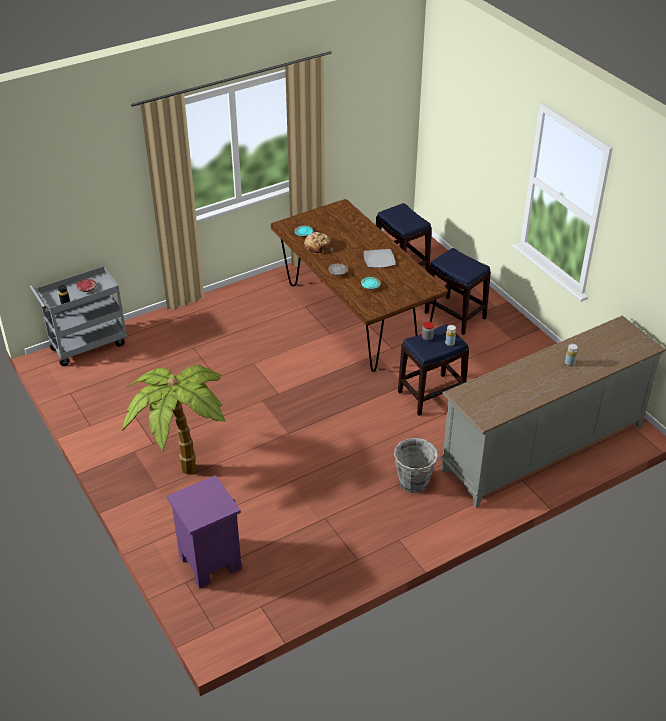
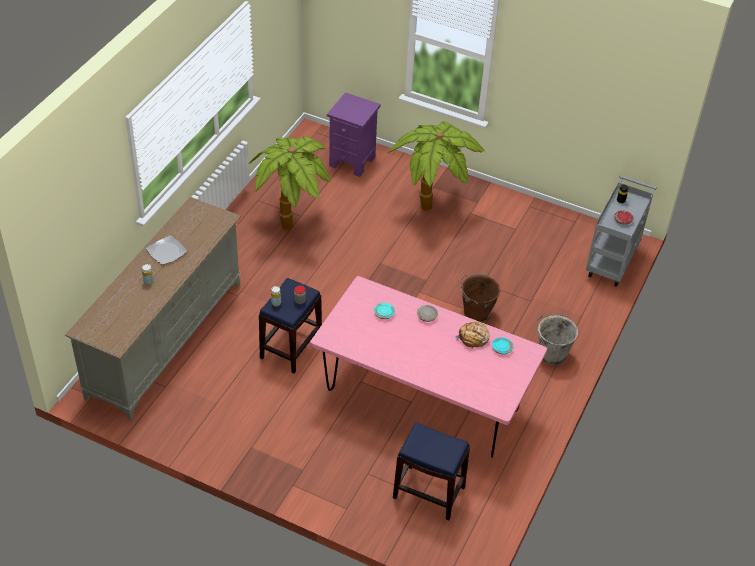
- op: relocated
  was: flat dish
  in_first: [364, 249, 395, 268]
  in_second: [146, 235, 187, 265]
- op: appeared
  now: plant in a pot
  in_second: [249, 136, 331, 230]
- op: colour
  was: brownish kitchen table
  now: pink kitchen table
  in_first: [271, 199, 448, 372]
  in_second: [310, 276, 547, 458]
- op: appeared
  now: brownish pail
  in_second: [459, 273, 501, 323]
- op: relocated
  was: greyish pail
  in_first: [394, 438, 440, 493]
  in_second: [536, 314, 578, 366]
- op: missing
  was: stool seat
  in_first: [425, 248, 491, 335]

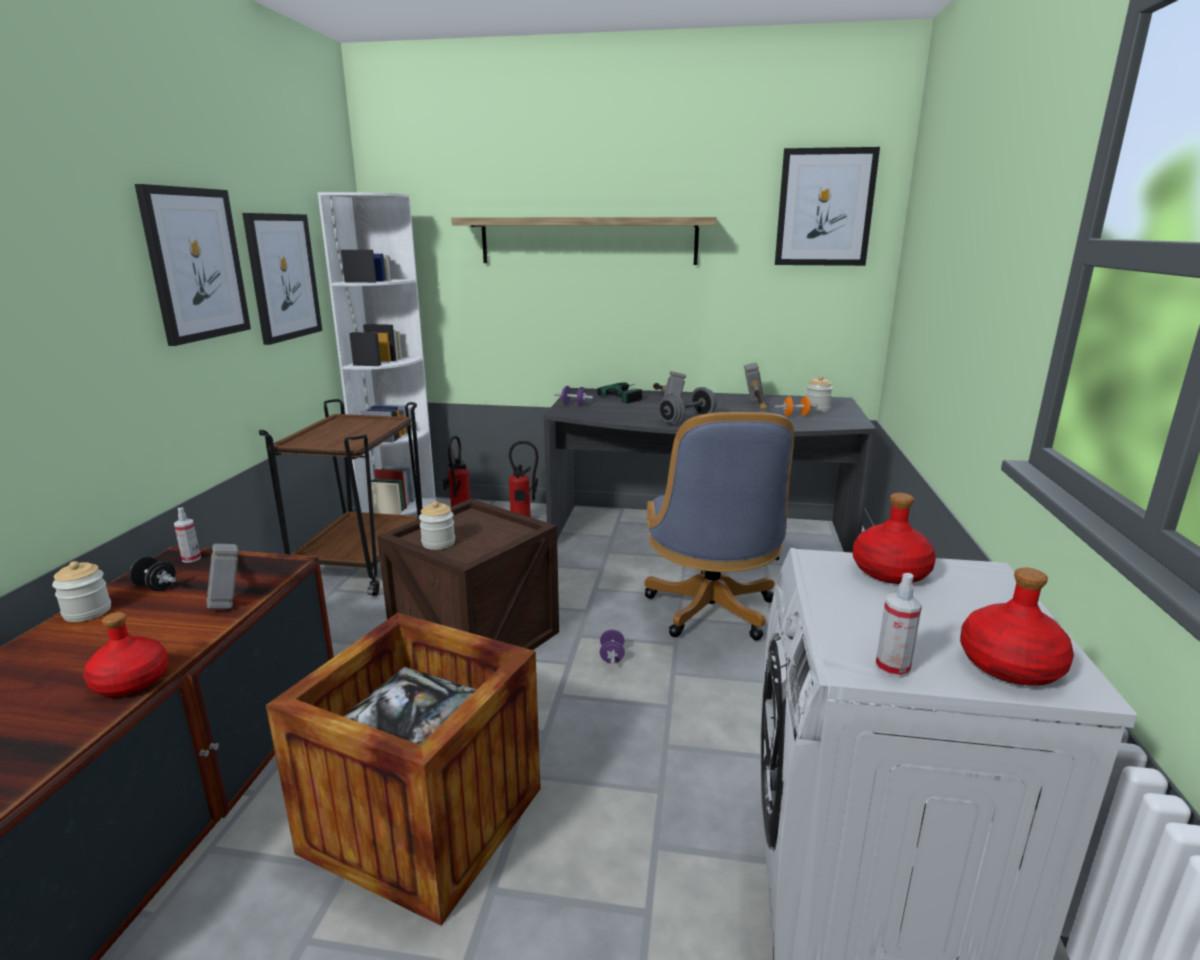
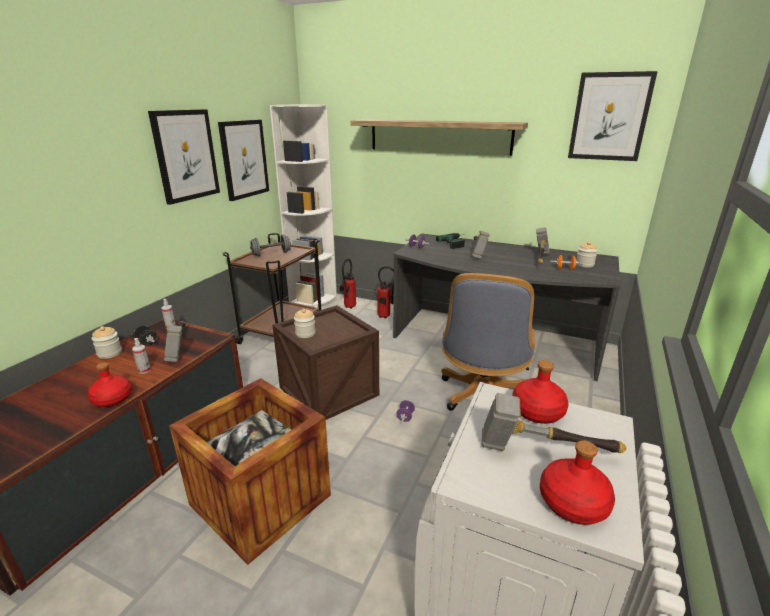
- op: relocated
  was: sprayer
  in_first: [875, 573, 922, 678]
  in_second: [132, 338, 151, 374]
- op: relocated
  was: greyish free weight
  in_first: [658, 387, 717, 425]
  in_second: [250, 234, 291, 257]
- op: appeared
  now: tool hammer
  in_second: [482, 393, 627, 453]

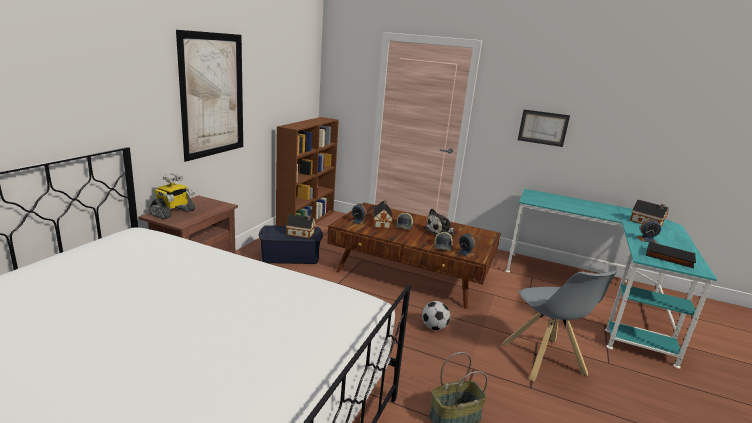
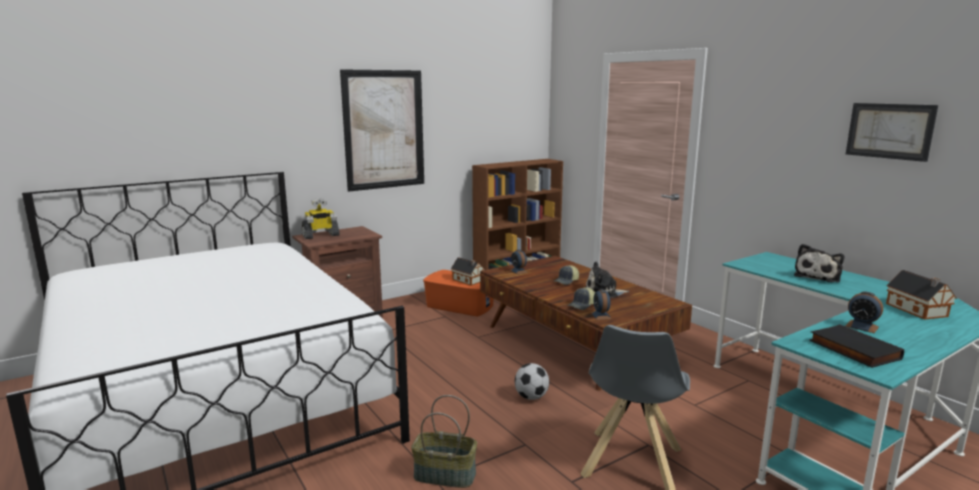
- op: colour
  was: blue storage box
  now: orange-coloured storage box
  in_first: [259, 225, 323, 264]
  in_second: [423, 270, 494, 316]
- op: appeared
  now: plush toy
  in_second: [794, 244, 844, 282]
- op: relocated
  was: wall picture
  in_first: [518, 109, 570, 147]
  in_second: [846, 103, 938, 162]
- op: missing
  was: model house
  in_first: [373, 200, 393, 229]

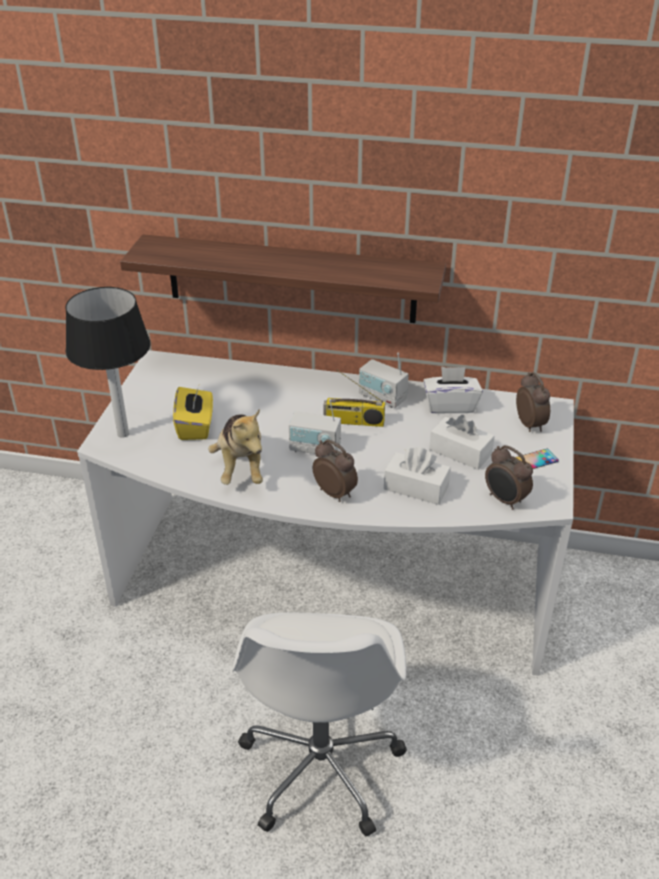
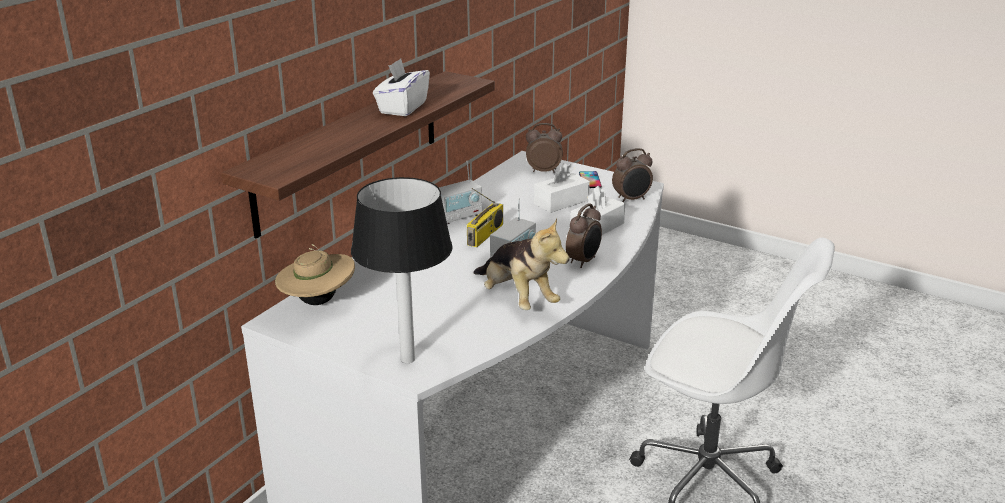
- op: appeared
  now: sand-coloured clothing hat
  in_second: [275, 244, 355, 305]
- op: relocated
  was: whitish box of tissues
  in_first: [423, 367, 483, 414]
  in_second: [373, 58, 430, 116]
- op: spun
  was: plush toy
  in_first: [208, 409, 263, 485]
  in_second: [473, 218, 570, 310]
  clockwise: 45
- op: spun
  was: table clock
  in_first: [313, 439, 358, 502]
  in_second: [566, 203, 602, 268]
  clockwise: 150
- op: missing
  was: yellow-coloured box of tissues
  in_first: [173, 386, 213, 440]

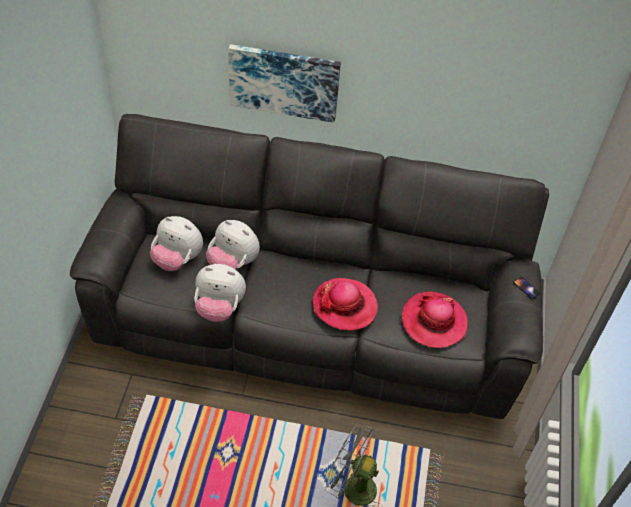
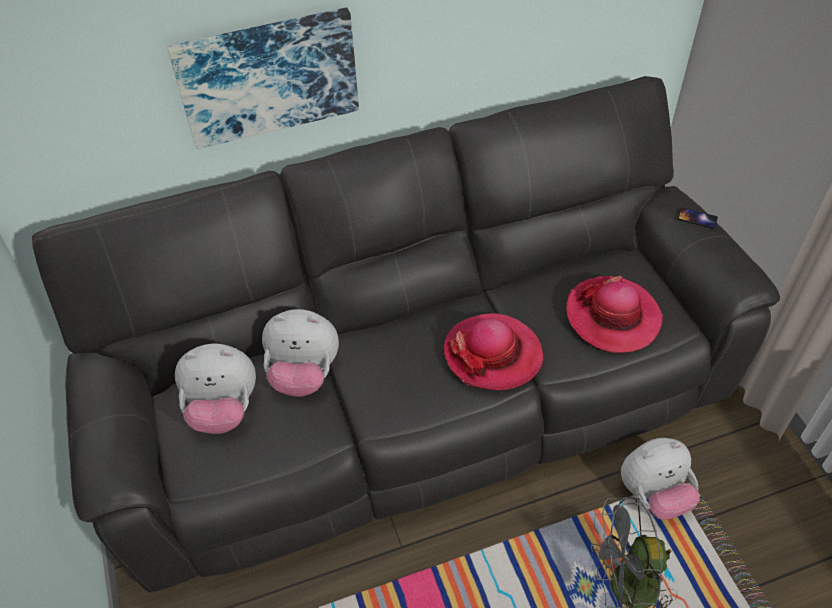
- op: relocated
  was: plush toy
  in_first: [194, 264, 246, 322]
  in_second: [621, 438, 700, 520]

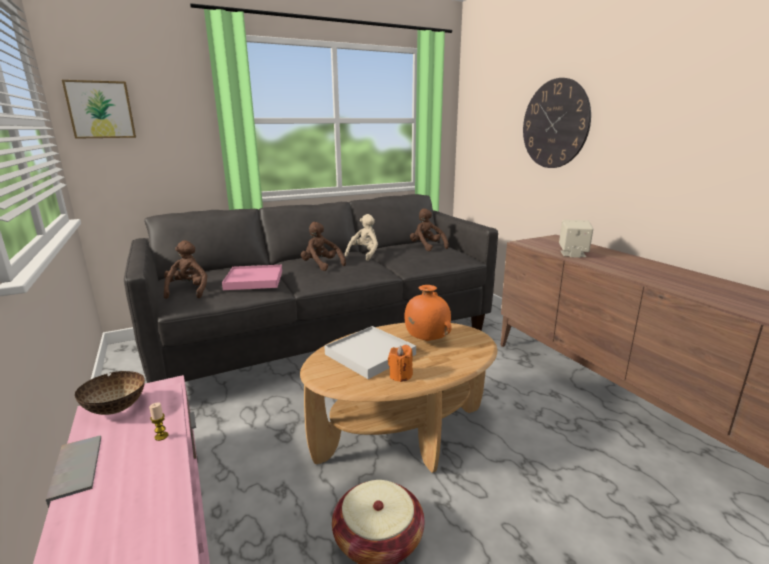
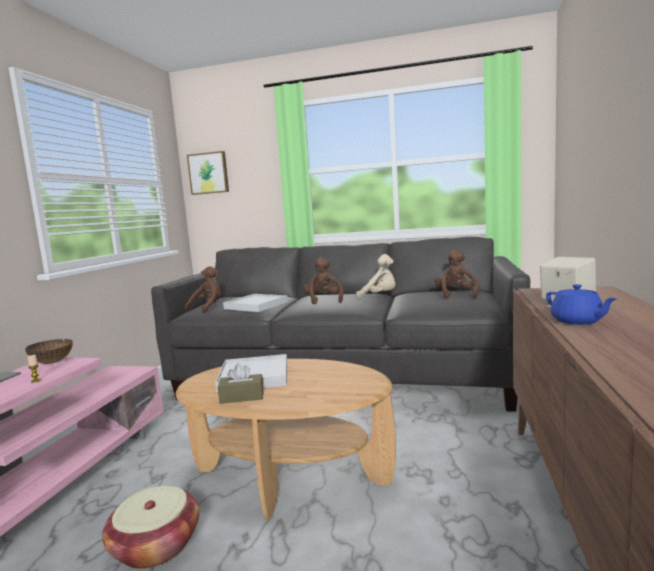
- op: exchanged
  was: orange-coloured wax candle
  now: brownish box of tissues
  in_first: [388, 345, 413, 382]
  in_second: [218, 363, 264, 404]
- op: colour
  was: pink tray
  now: whitish tray
  in_first: [222, 265, 282, 290]
  in_second: [223, 294, 288, 312]
- op: spun
  was: sand-coloured plush toy
  in_first: [345, 214, 378, 261]
  in_second: [356, 254, 396, 299]
  clockwise: 45
- op: appeared
  now: blue tea pot
  in_second: [546, 284, 618, 325]
- op: missing
  was: orange-coloured decorative vase
  in_first: [405, 285, 452, 341]
- op: missing
  was: clock on the wall
  in_first: [523, 78, 591, 168]

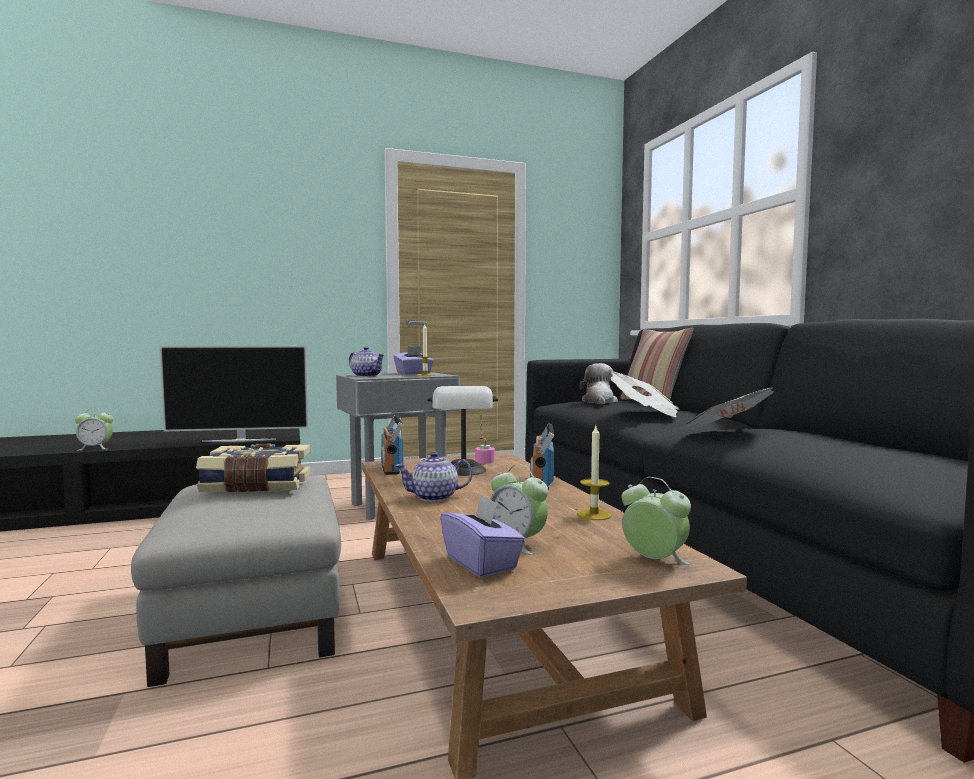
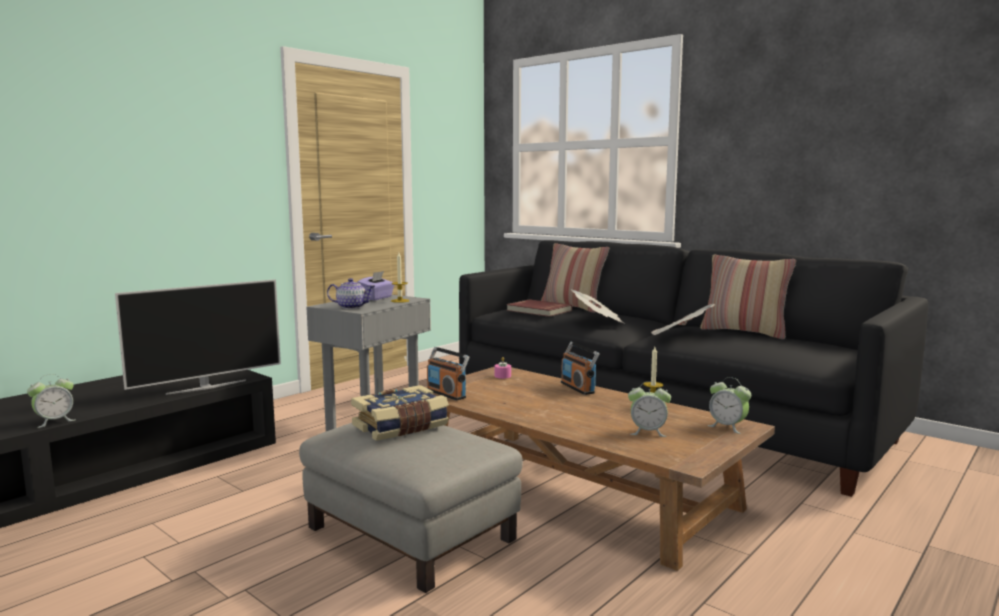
- op: exchanged
  was: plush toy
  now: red-coloured bound book
  in_first: [579, 363, 618, 404]
  in_second: [507, 299, 572, 317]
- op: appeared
  now: throw pillow
  in_second: [700, 255, 796, 339]
- op: spun
  was: table clock
  in_first: [622, 477, 691, 565]
  in_second: [707, 377, 751, 434]
  clockwise: -150
- op: missing
  was: tea pot
  in_first: [395, 452, 473, 502]
- op: missing
  was: lamp for a table
  in_first: [427, 386, 498, 476]
- op: missing
  was: purple box of tissues
  in_first: [440, 494, 525, 578]

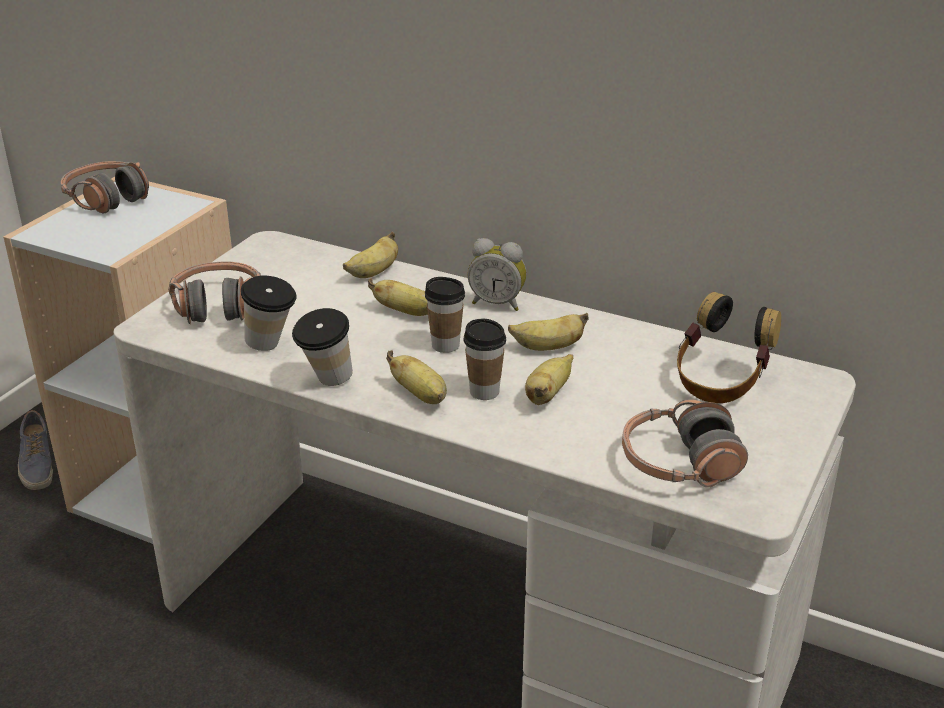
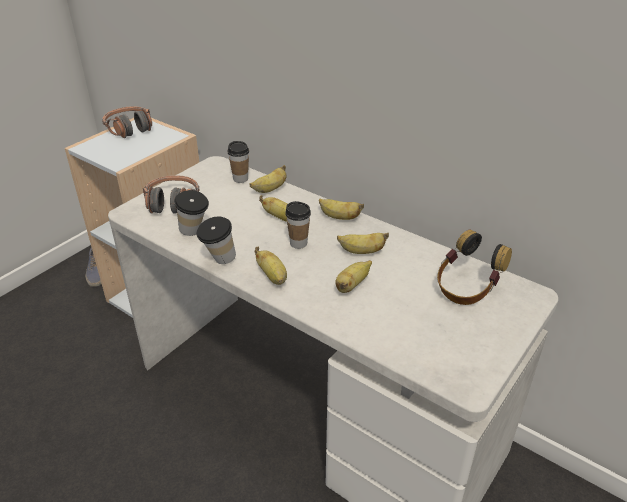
- op: relocated
  was: cup
  in_first: [464, 319, 506, 400]
  in_second: [228, 141, 249, 183]
- op: exchanged
  was: table clock
  now: whole banana
  in_first: [468, 238, 526, 311]
  in_second: [319, 199, 364, 220]
- op: missing
  was: headset
  in_first: [622, 399, 748, 487]

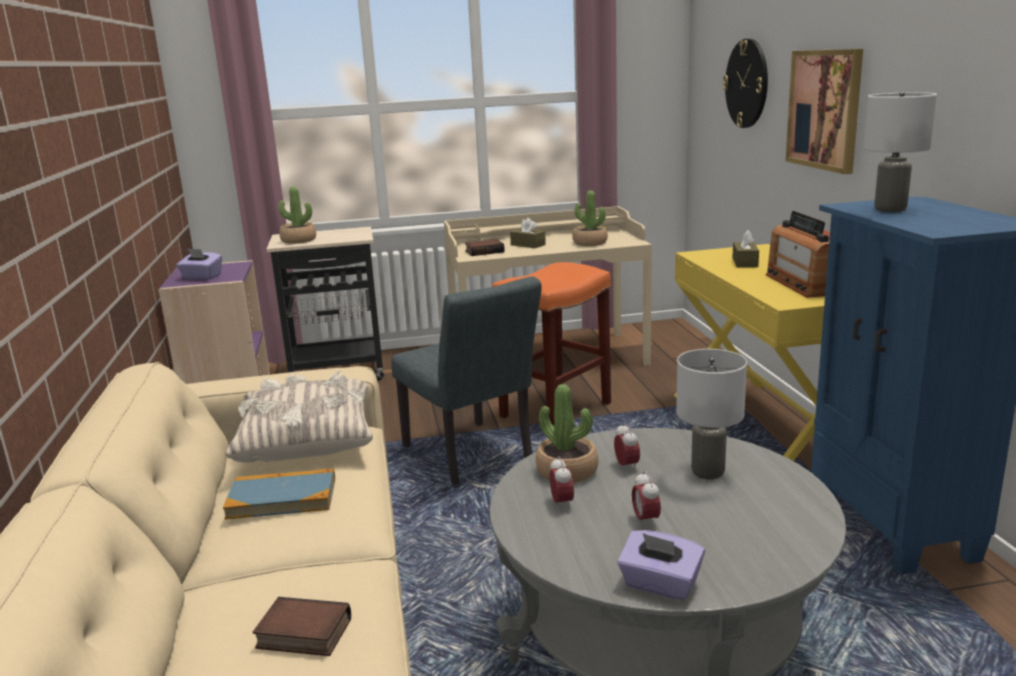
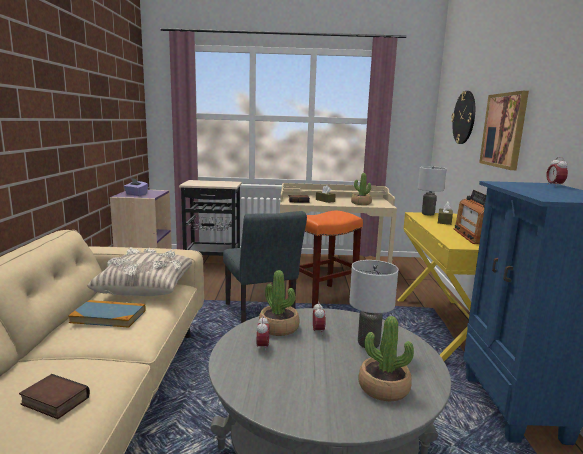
- op: relocated
  was: plant in a pot
  in_first: [278, 187, 316, 244]
  in_second: [358, 316, 414, 401]
- op: relocated
  was: whitish lamp for a table
  in_first: [864, 92, 937, 212]
  in_second: [418, 166, 447, 216]
- op: relocated
  was: table clock
  in_first: [632, 471, 661, 528]
  in_second: [546, 157, 568, 187]
- op: missing
  was: purple box of tissues
  in_first: [618, 530, 705, 601]

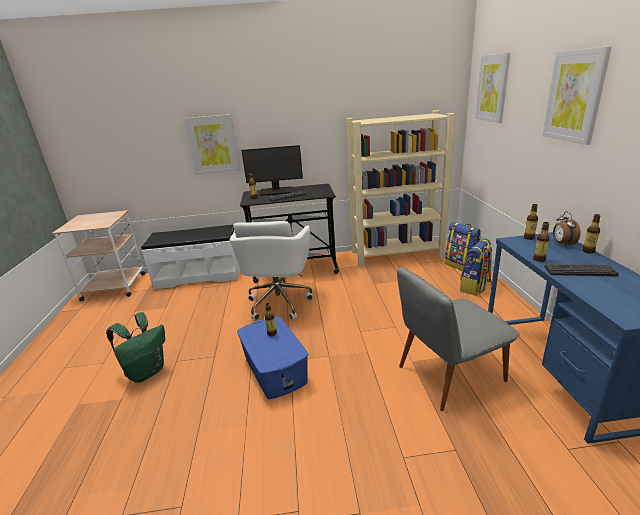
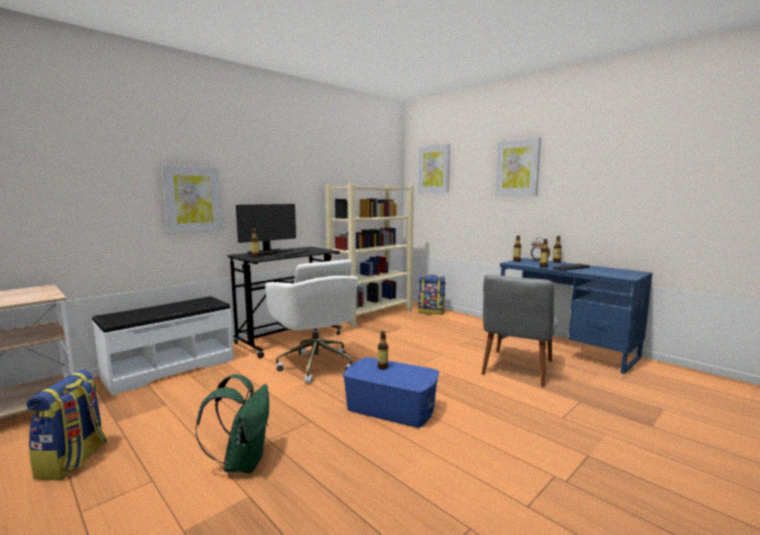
- op: relocated
  was: rucksack
  in_first: [460, 238, 492, 296]
  in_second: [27, 370, 107, 480]

